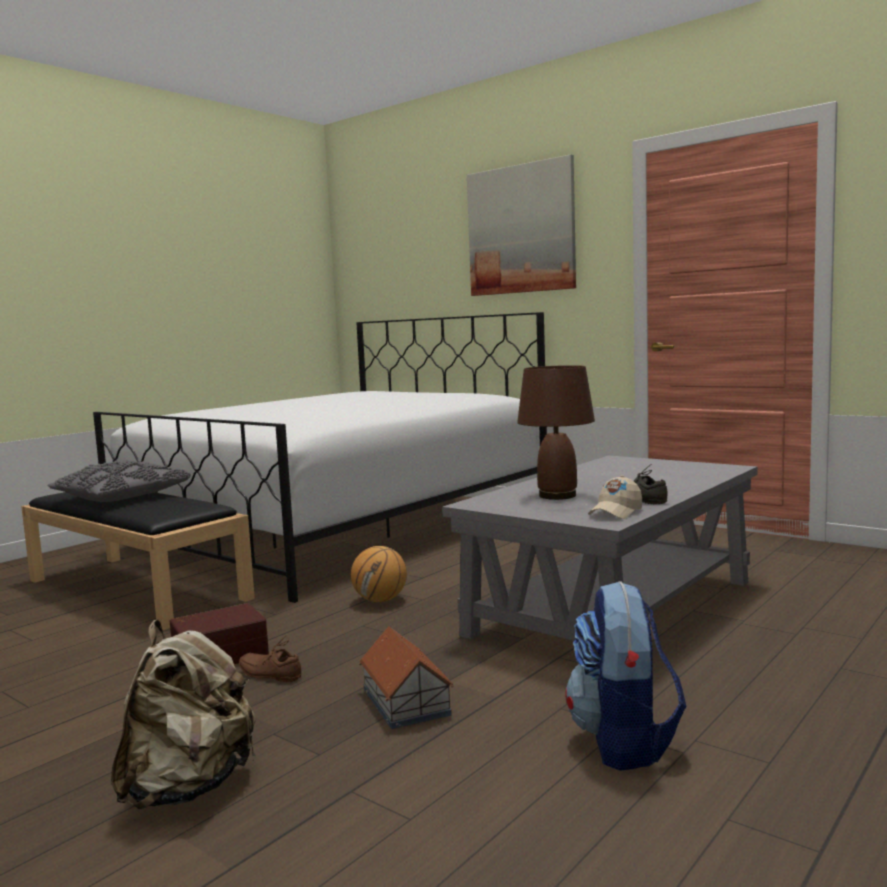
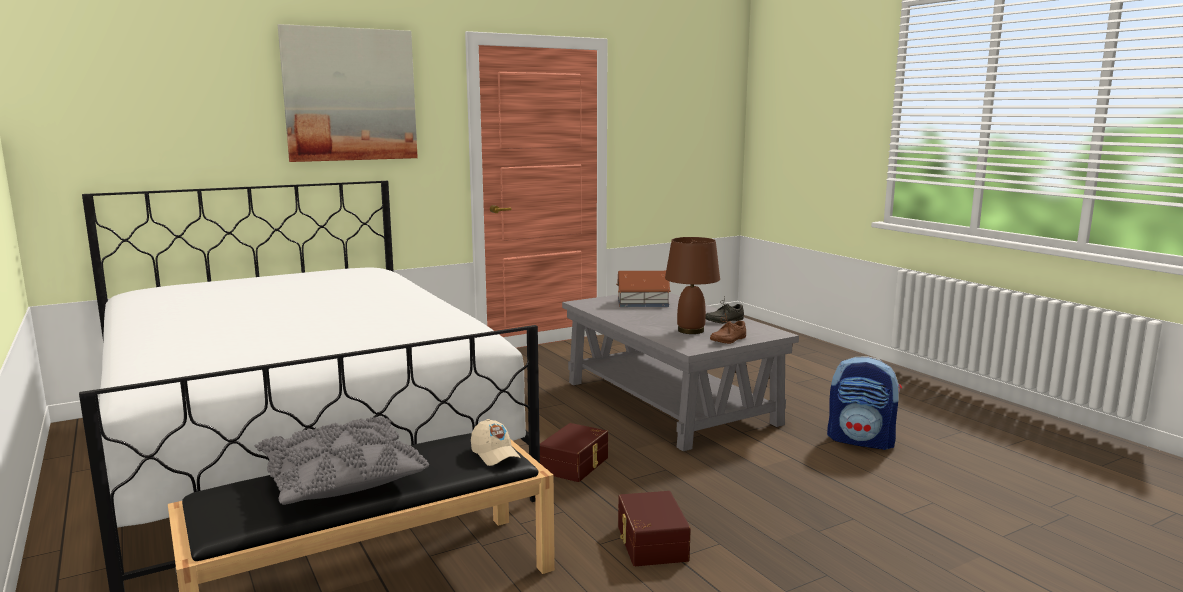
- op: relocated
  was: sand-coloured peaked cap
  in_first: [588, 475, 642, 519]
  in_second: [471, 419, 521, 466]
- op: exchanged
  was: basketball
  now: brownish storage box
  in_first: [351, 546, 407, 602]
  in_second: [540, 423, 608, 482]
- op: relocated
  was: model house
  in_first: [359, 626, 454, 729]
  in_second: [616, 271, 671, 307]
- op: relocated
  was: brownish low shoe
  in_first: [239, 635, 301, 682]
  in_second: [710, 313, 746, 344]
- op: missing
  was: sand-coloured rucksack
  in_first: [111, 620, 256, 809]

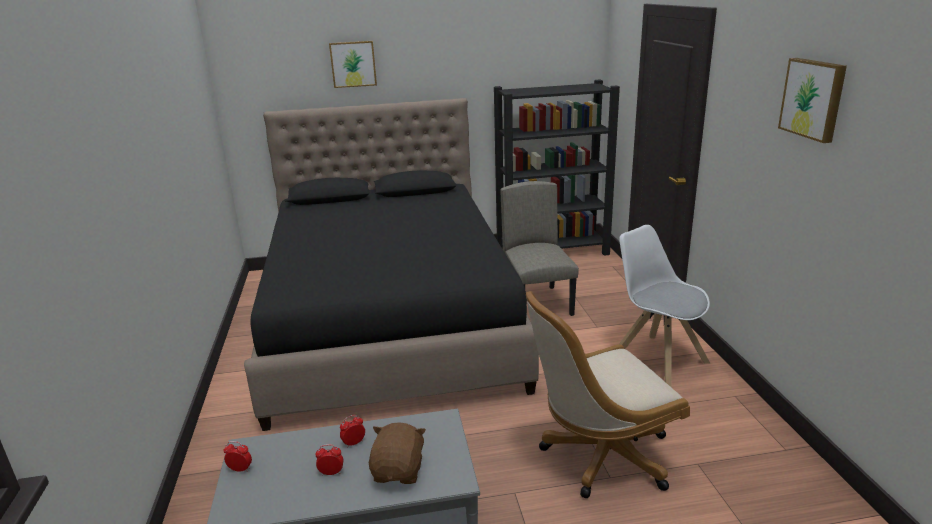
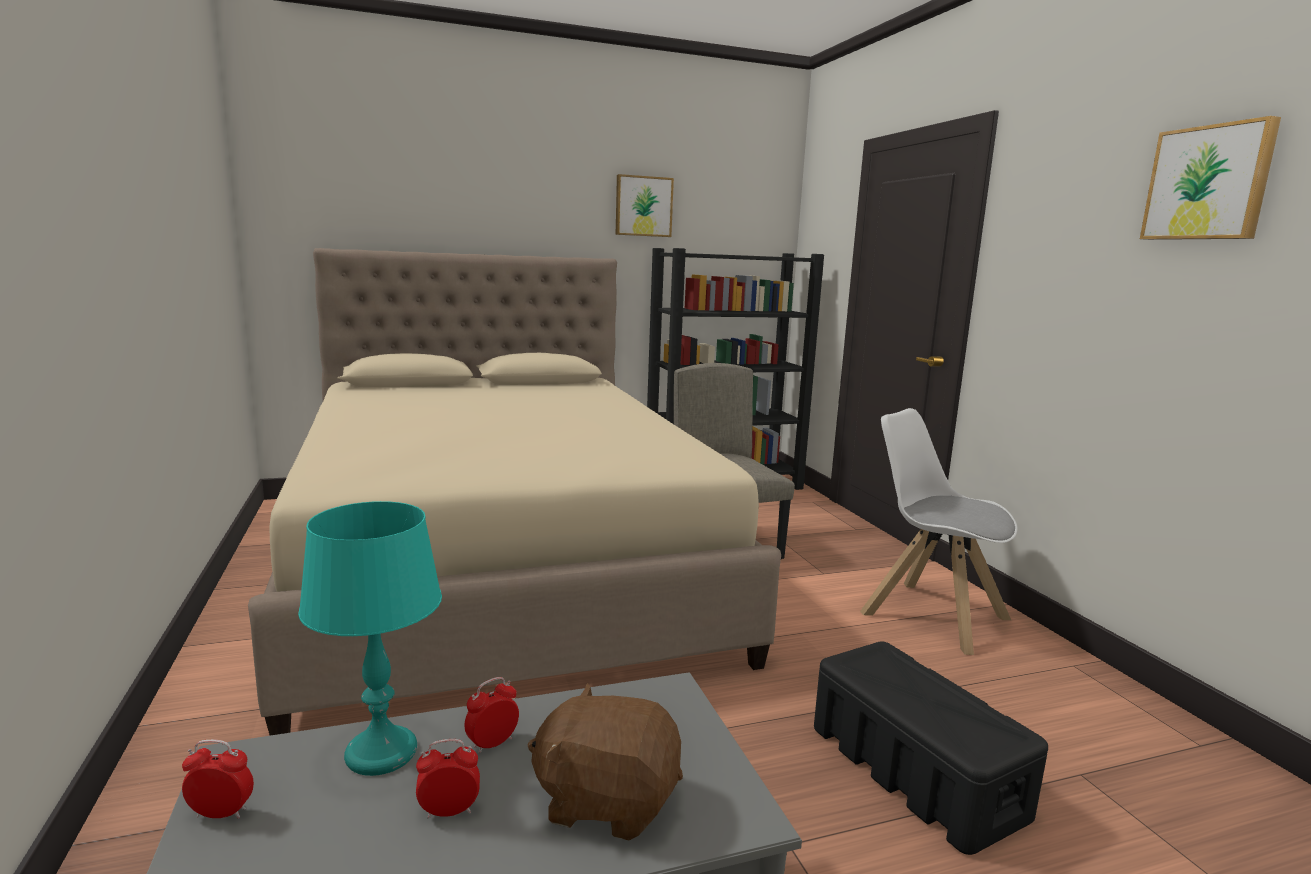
- op: colour
  was: black-coloured bedroom bed
  now: sand-coloured bedroom bed
  in_first: [244, 98, 539, 431]
  in_second: [248, 248, 781, 736]
- op: appeared
  now: turquoise-coloured lamp for a table
  in_second: [298, 501, 442, 776]
- op: spun
  was: brownish plush toy
  in_first: [369, 422, 426, 484]
  in_second: [528, 683, 683, 840]
  clockwise: -75
- op: relocated
  was: wall picture
  in_first: [329, 41, 377, 88]
  in_second: [616, 174, 674, 237]
- op: exchanged
  was: computer chair
  now: black-coloured storage box
  in_first: [526, 291, 690, 498]
  in_second: [814, 641, 1048, 855]

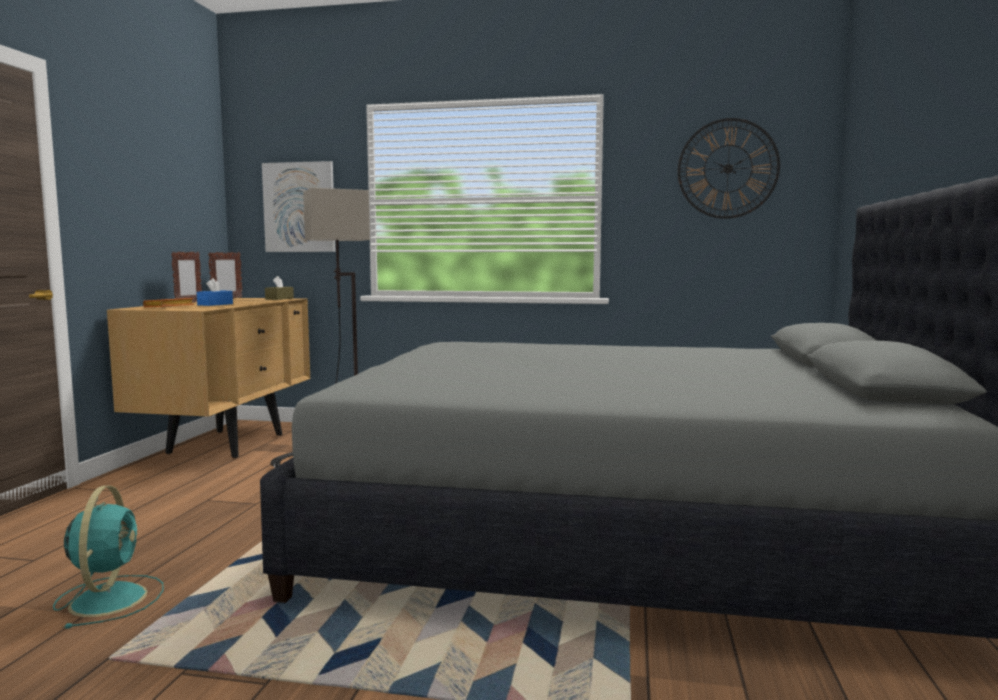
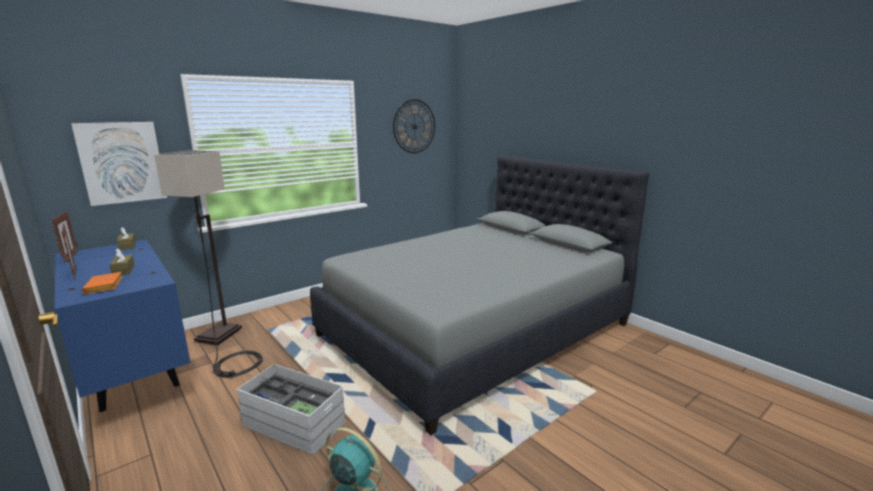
- op: colour
  was: sand-coloured dresser
  now: blue dresser
  in_first: [107, 298, 310, 458]
  in_second: [54, 240, 190, 412]
- op: colour
  was: blue box of tissues
  now: brownish box of tissues
  in_first: [197, 278, 233, 306]
  in_second: [109, 248, 135, 275]
- op: appeared
  now: greyish storage box
  in_second: [237, 364, 346, 455]

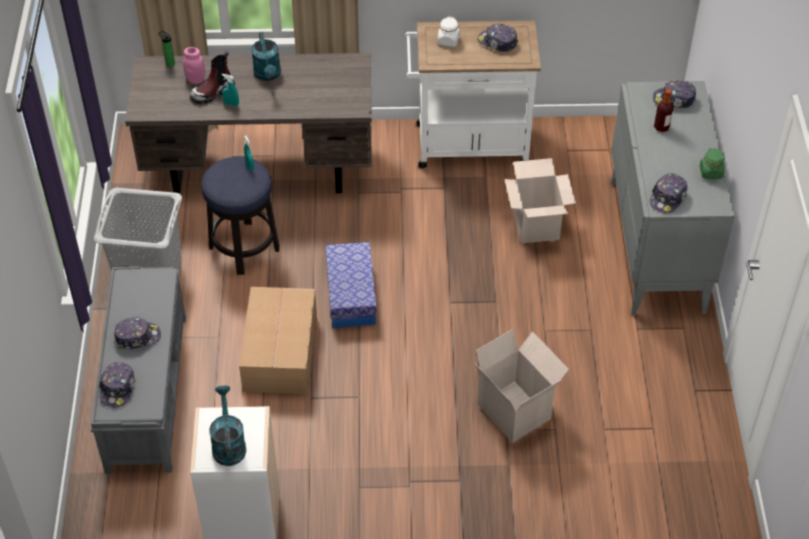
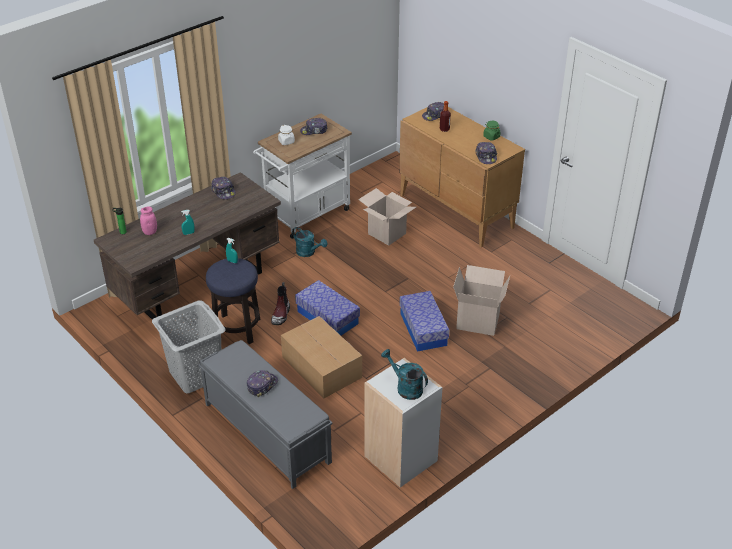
- op: relocated
  was: peaked cap
  in_first: [99, 362, 136, 408]
  in_second: [211, 177, 236, 199]
- op: relocated
  was: high-top boot
  in_first: [190, 51, 235, 104]
  in_second: [271, 282, 290, 325]
- op: relocated
  was: turquoise-coloured sprinkling can
  in_first: [251, 32, 281, 81]
  in_second: [292, 227, 327, 257]
- op: colour
  was: greyish cabinet
  now: brownish cabinet
  in_first: [611, 81, 735, 315]
  in_second: [399, 107, 525, 248]
- op: appeared
  now: storage box
  in_second: [400, 291, 449, 352]

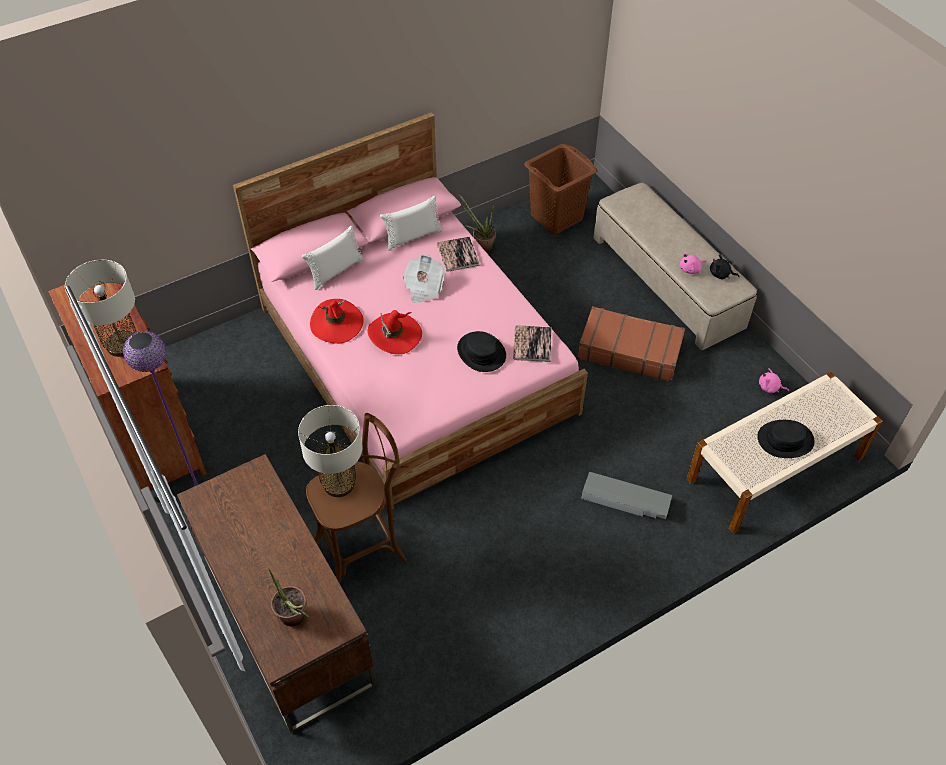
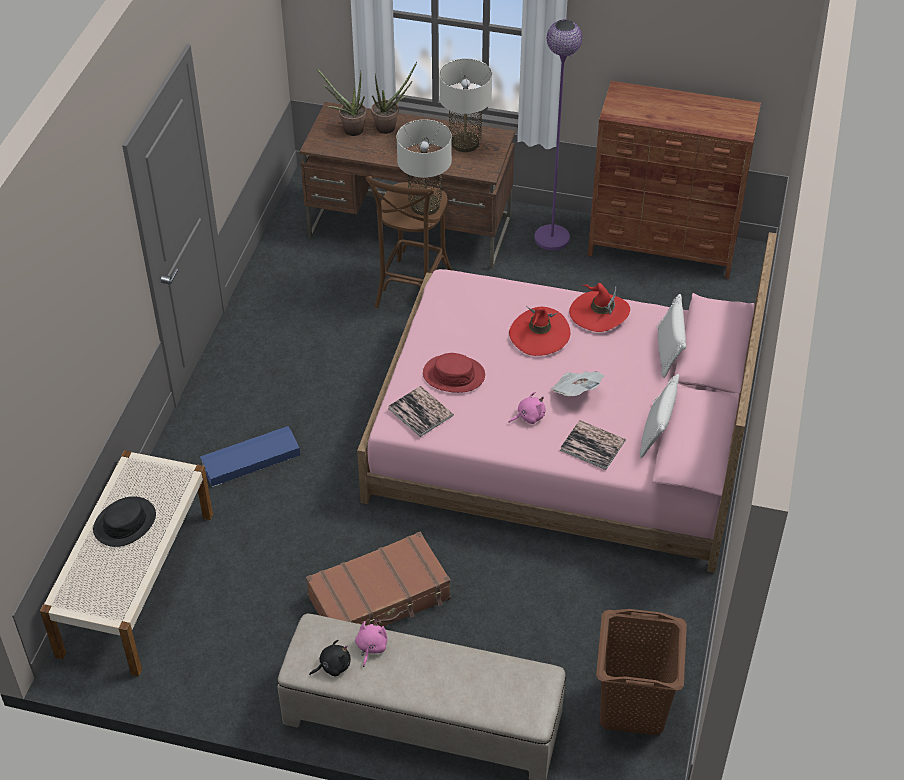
- op: colour
  was: greyish storage box
  now: blue storage box
  in_first: [581, 472, 672, 519]
  in_second: [200, 426, 300, 487]
- op: relocated
  was: plant in a pot
  in_first: [459, 195, 496, 253]
  in_second: [371, 62, 417, 134]
- op: colour
  was: black-coloured clothing hat
  now: red-coloured clothing hat
  in_first: [457, 331, 506, 372]
  in_second: [423, 353, 485, 393]
- op: relocated
  was: lamp for a table
  in_first: [65, 260, 137, 357]
  in_second: [439, 58, 492, 152]
- op: relocated
  was: pink plush toy
  in_first: [759, 368, 789, 393]
  in_second: [509, 392, 546, 424]

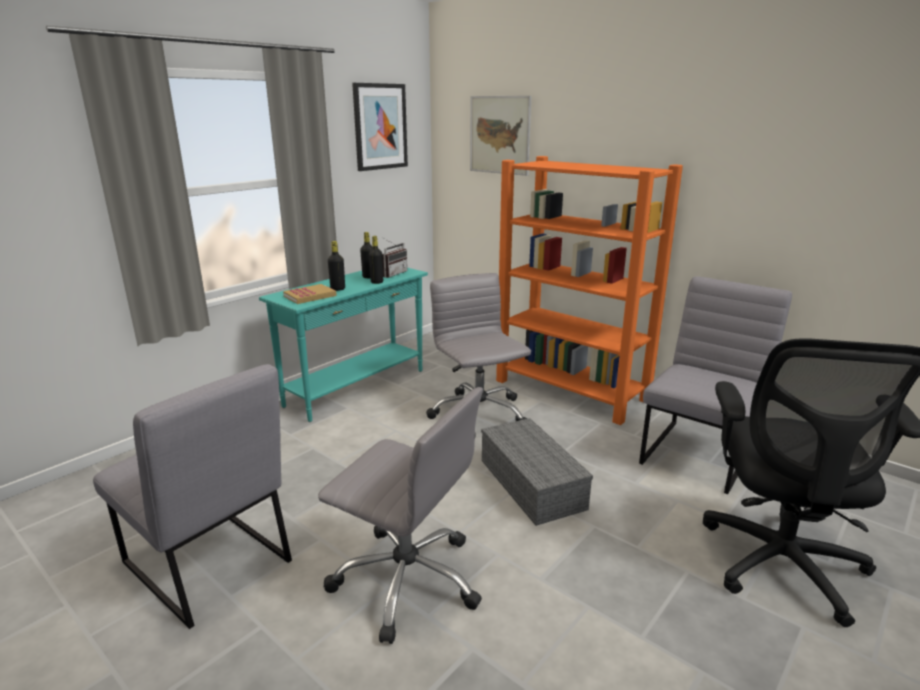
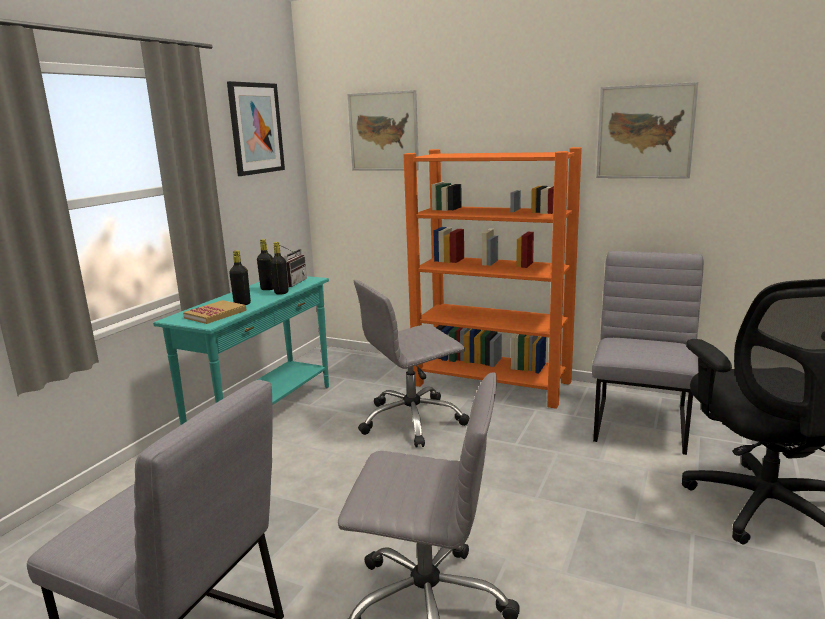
- op: spun
  was: greyish computer chair
  in_first: [426, 273, 531, 436]
  in_second: [354, 280, 469, 448]
  clockwise: -75
- op: appeared
  now: wall picture
  in_second: [596, 82, 698, 179]
- op: missing
  was: greyish storage box
  in_first: [481, 418, 593, 526]

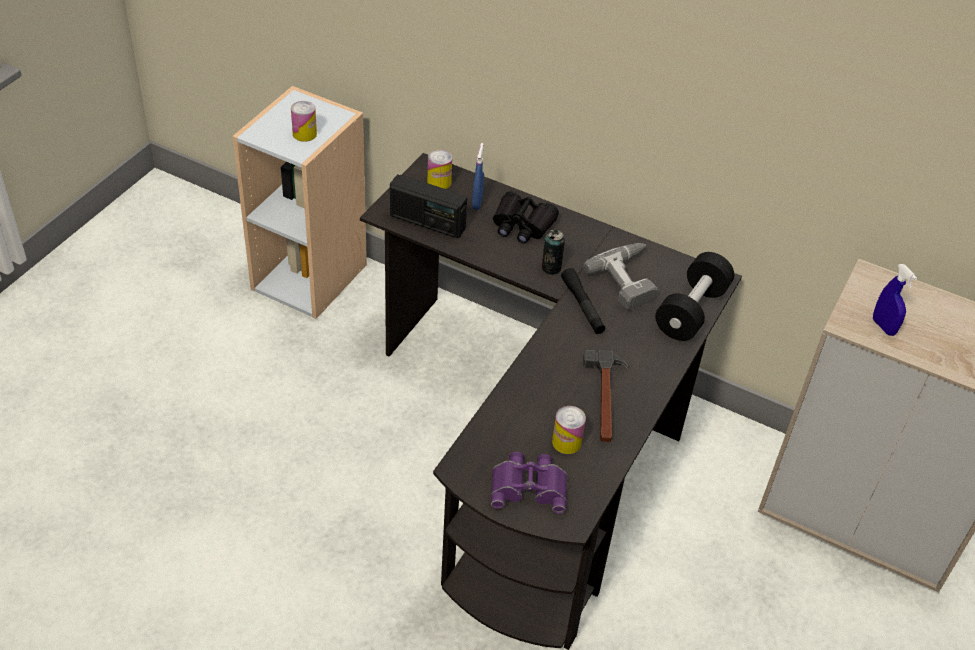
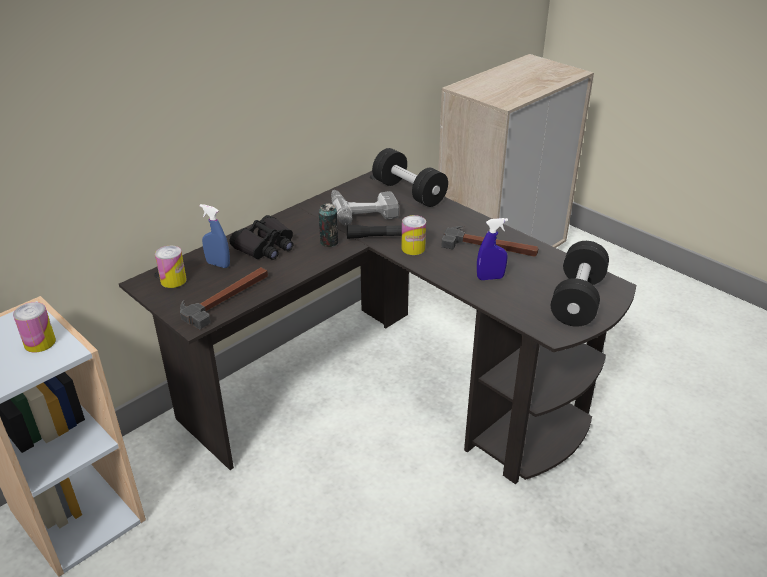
- op: exchanged
  was: radio receiver
  now: tool hammer
  in_first: [390, 174, 467, 238]
  in_second: [180, 267, 268, 330]
- op: relocated
  was: metal can
  in_first: [552, 406, 586, 454]
  in_second: [401, 215, 426, 255]
- op: relocated
  was: blue sprayer
  in_first: [873, 264, 917, 336]
  in_second: [477, 218, 508, 280]
- op: exchanged
  was: purple field glasses
  now: black-coloured free weight
  in_first: [491, 452, 567, 514]
  in_second: [551, 241, 609, 327]

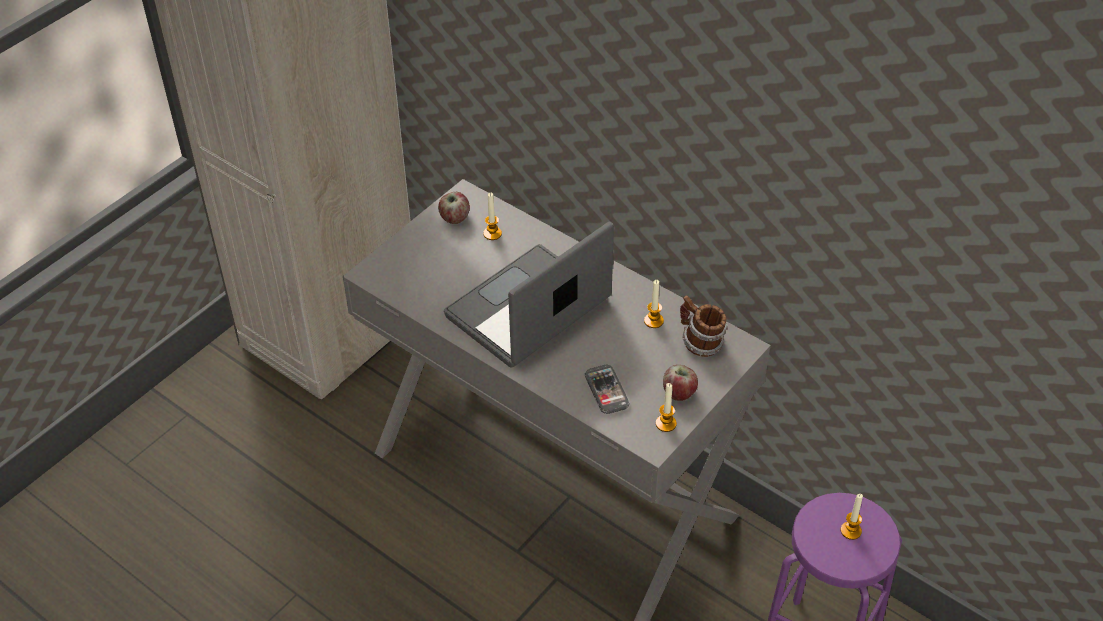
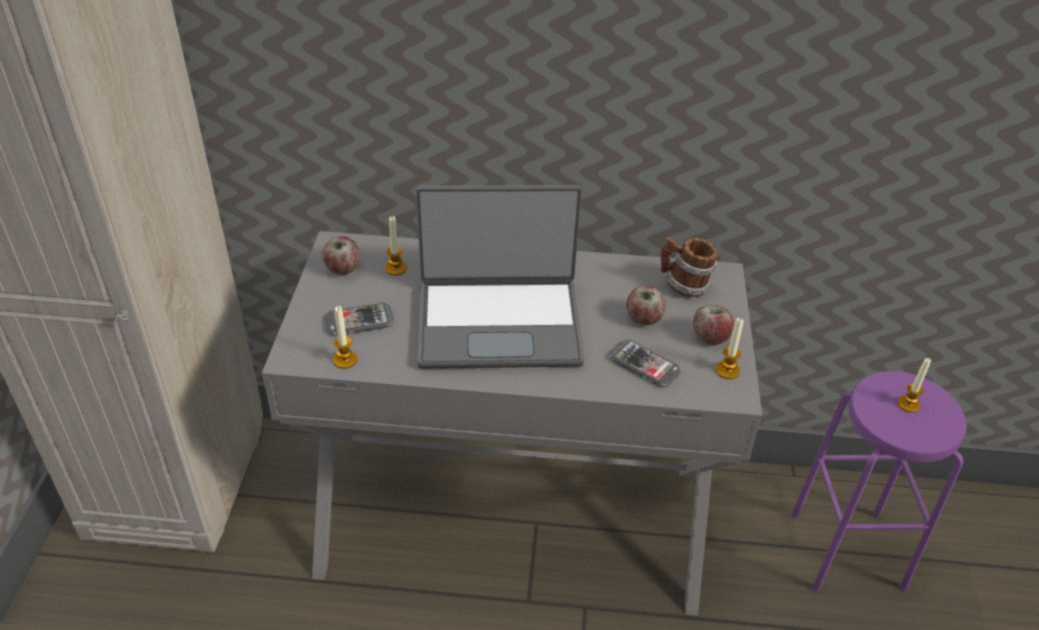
- op: appeared
  now: phone
  in_second: [325, 303, 394, 336]
- op: relocated
  was: wax candle
  in_first: [644, 280, 664, 328]
  in_second: [333, 306, 357, 369]
- op: spun
  was: laptop
  in_first: [444, 221, 614, 368]
  in_second: [416, 185, 584, 369]
  clockwise: -105
- op: appeared
  now: whole apple
  in_second: [626, 285, 666, 325]

